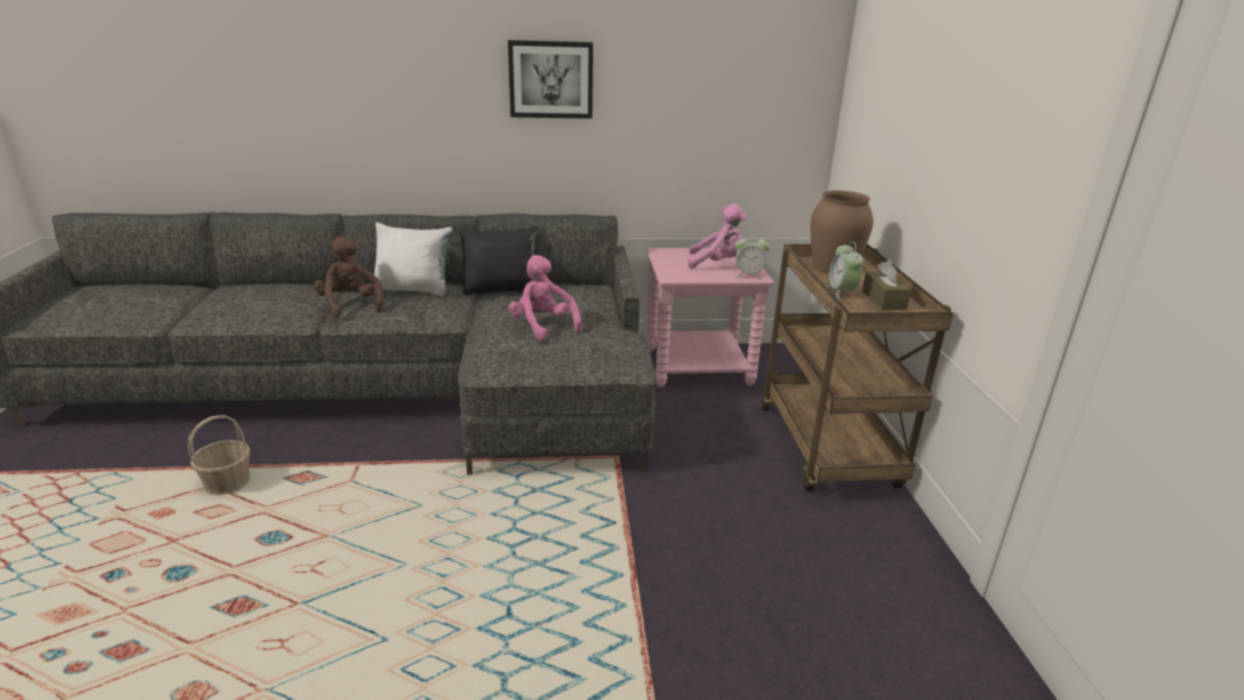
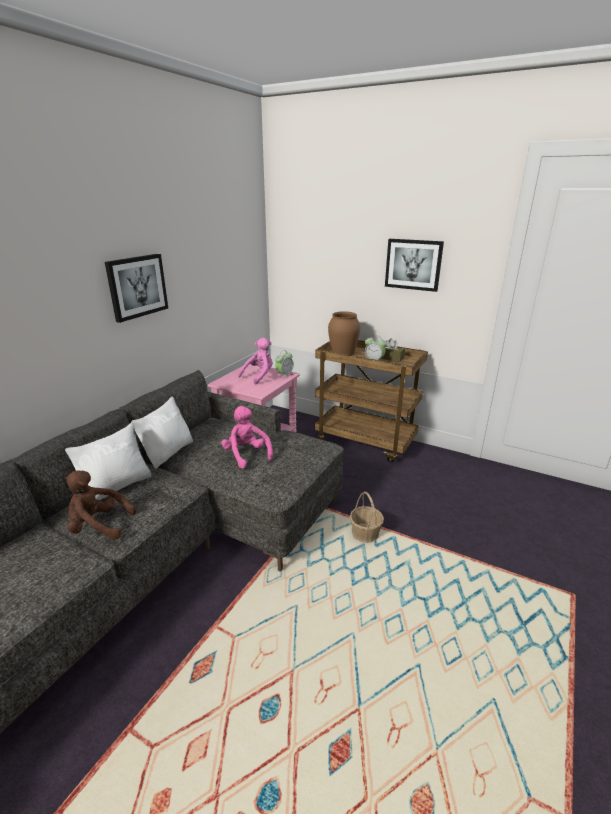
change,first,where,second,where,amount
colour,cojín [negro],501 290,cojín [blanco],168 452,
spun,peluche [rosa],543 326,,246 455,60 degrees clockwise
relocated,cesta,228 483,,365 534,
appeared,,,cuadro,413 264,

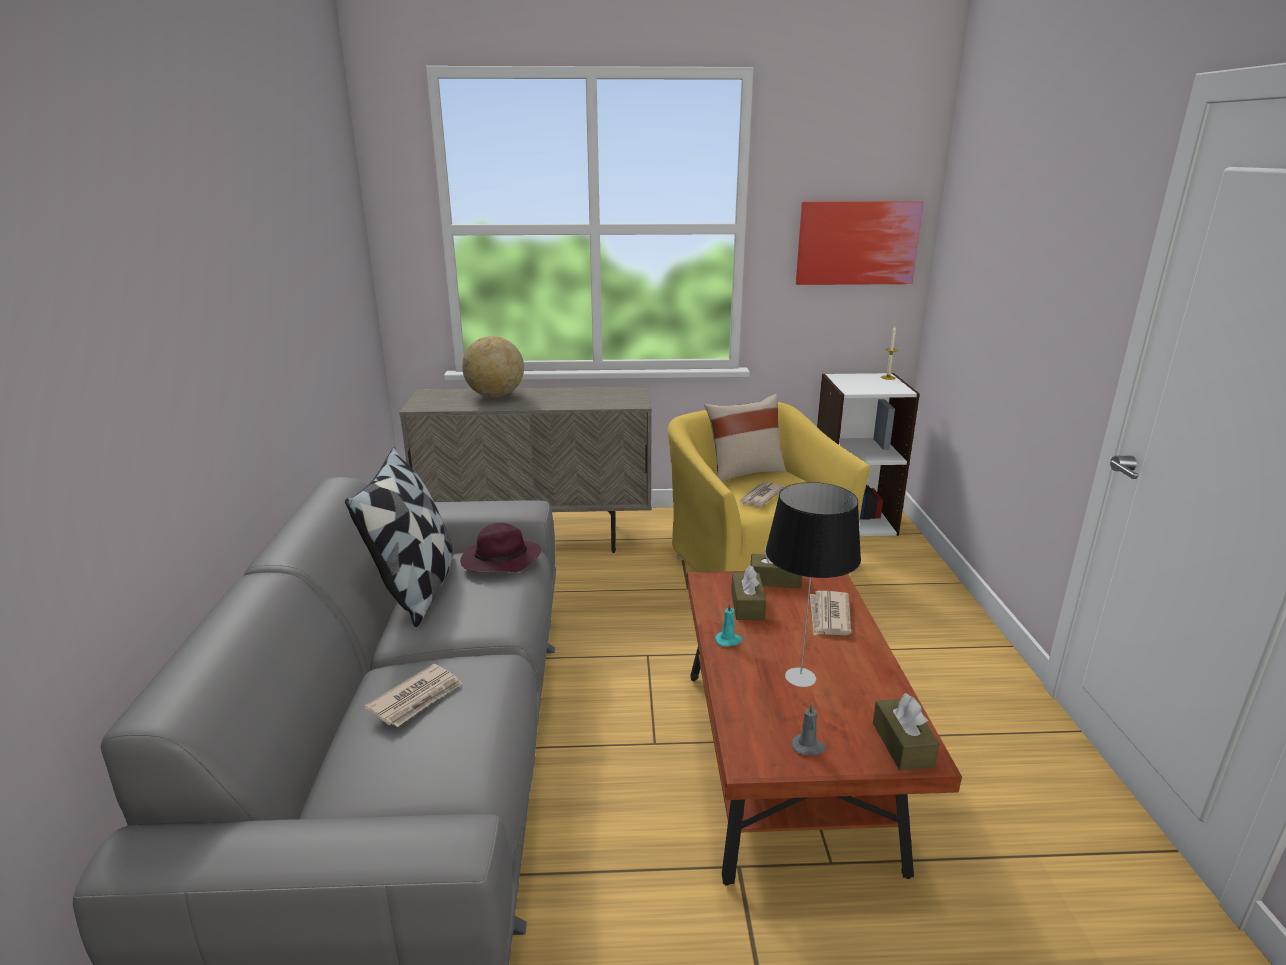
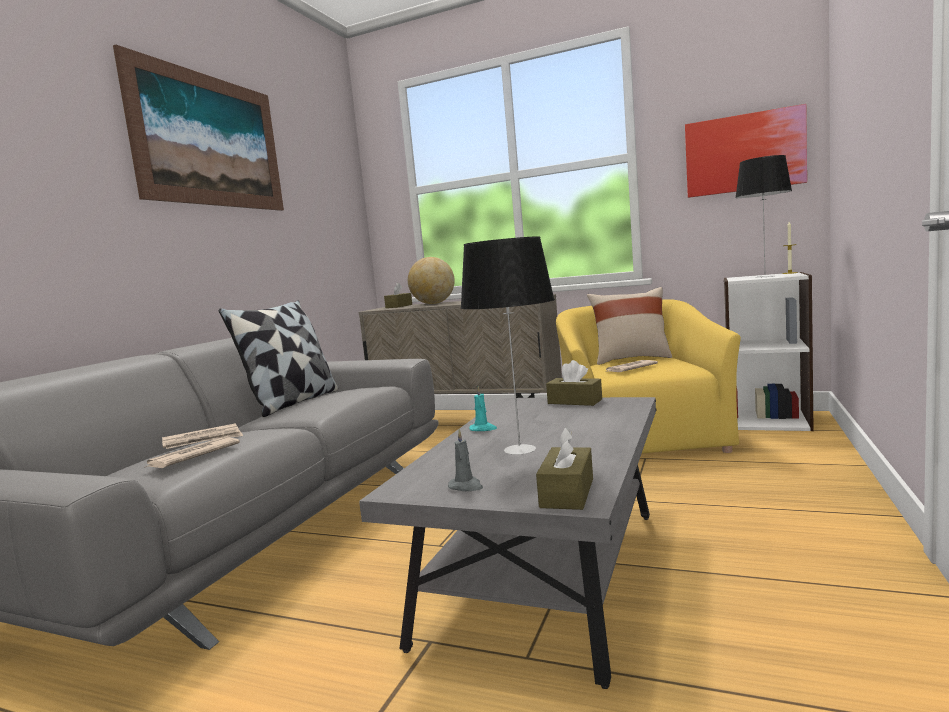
change,first,where,second,where,amount
missing,sombrero [morado],500 561,,,
relocated,caja de pañuelos [marrón],747 605,,399 306,
colour,mesa de centro [marrón],785 764,mesa de centro [gris],547 575,
relocated,periódico,829 616,,192 457,
appeared,,,cuadro,210 141,
appeared,,,lámpara de mesa,764 277,

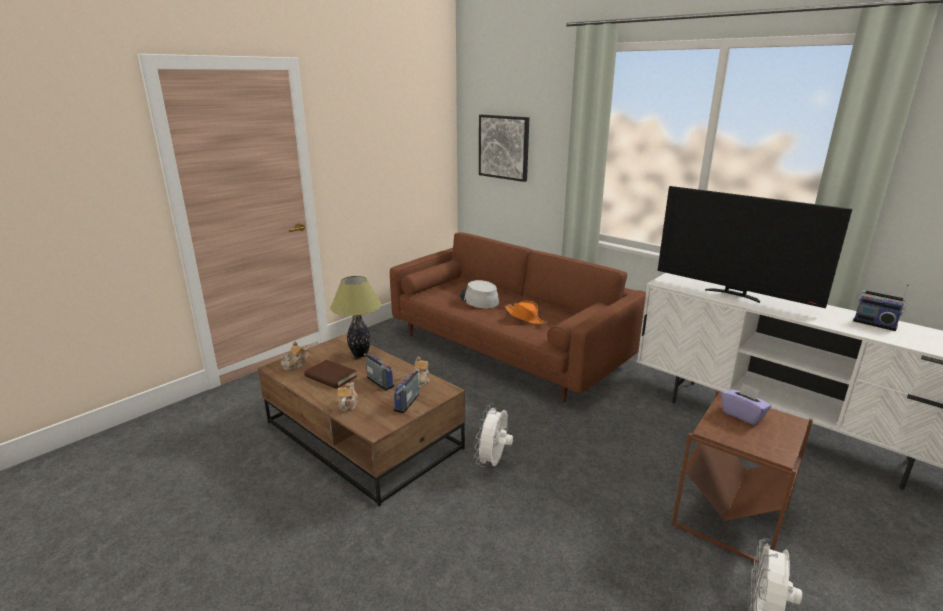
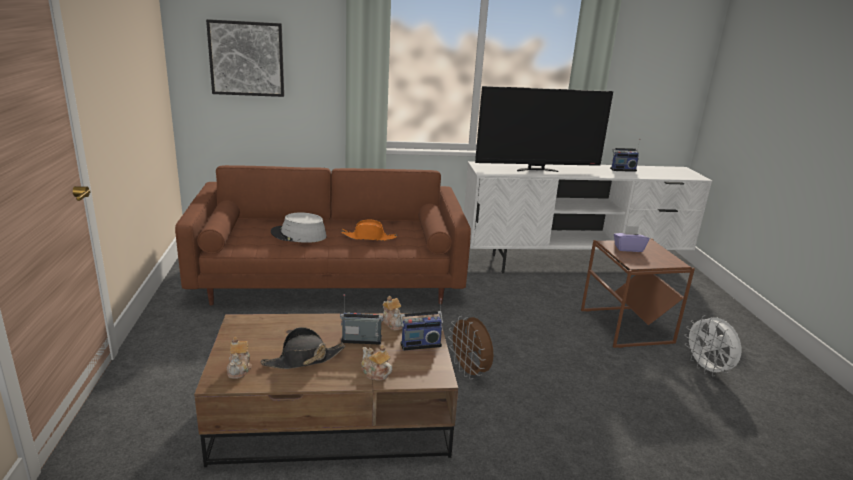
change,first,where,second,where,amount
missing,lámpara de mesa,360 354,,,
exchanged,libro [marrón],330 377,sombrero [negro],303 359,
spun,radio,408 403,,420 344,75 degrees counterclockwise
colour,ventilador [blanco],493 462,ventilador [marrón],470 372,

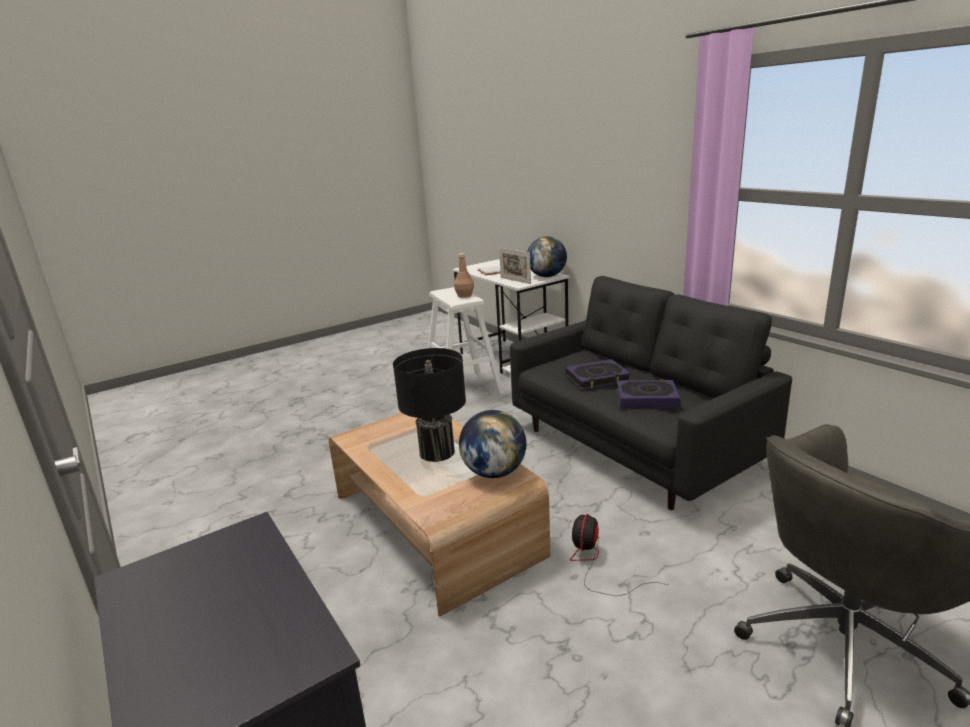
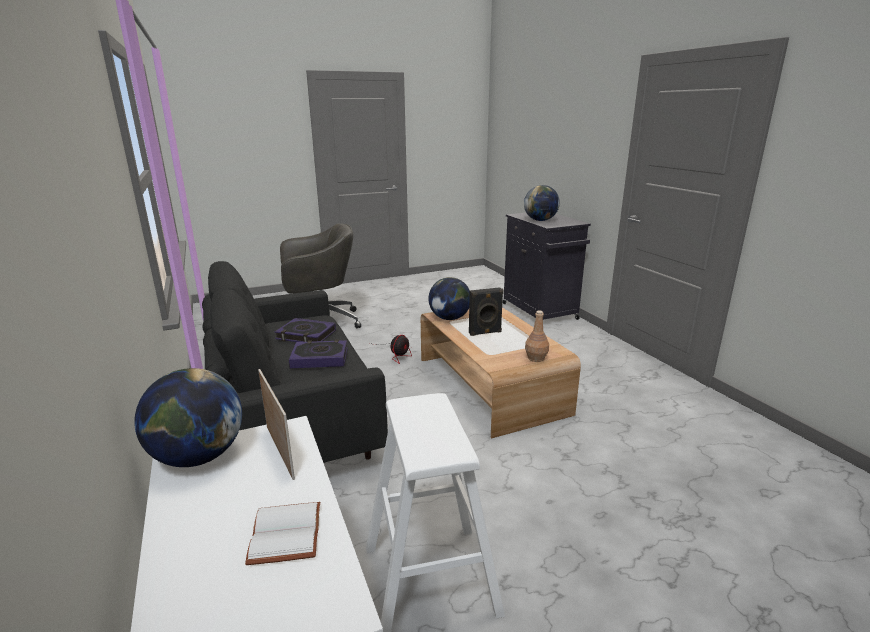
change,first,where,second,where,amount
relocated,botella [marrón],464 296,,536 358,
exchanged,lámpara de mesa [negro],437 452,altavoz [negro],485 333,
appeared,,,globo terráqueo,540 220,

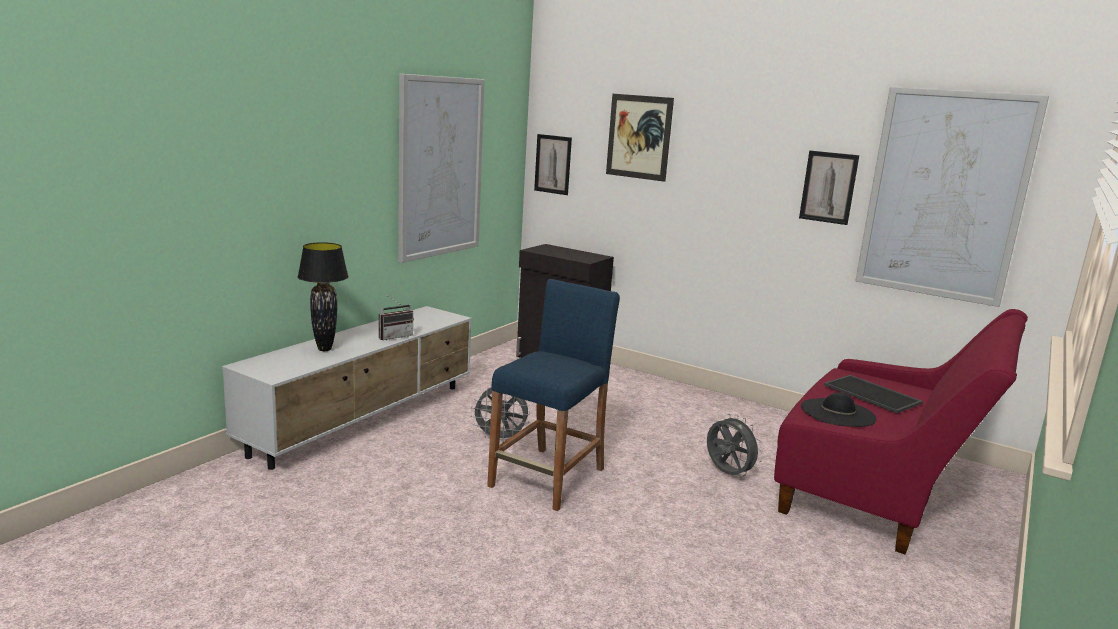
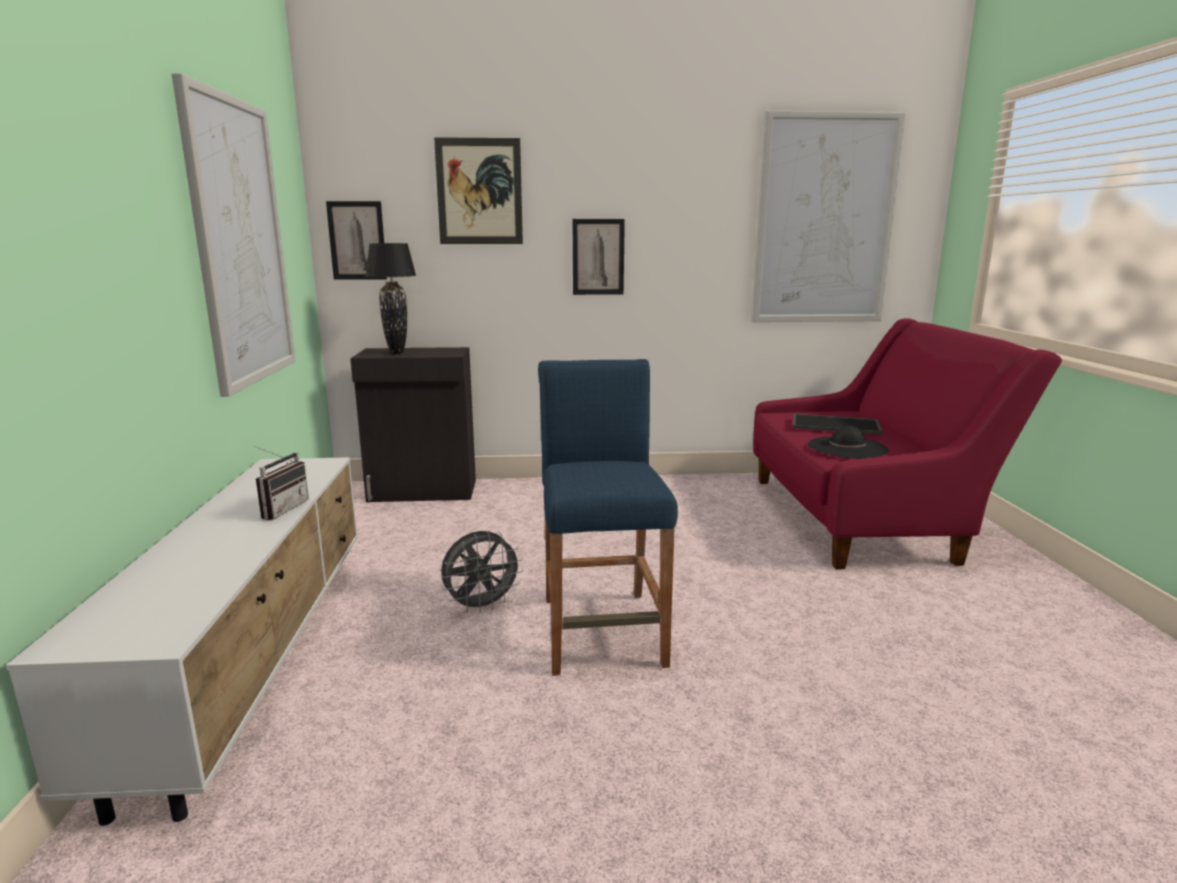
change,first,where,second,where,amount
relocated,cuadro,828 187,,598 257,
relocated,lámpara de mesa [negro],324 349,,396 353,
missing,ventilador [gris],727 474,,,

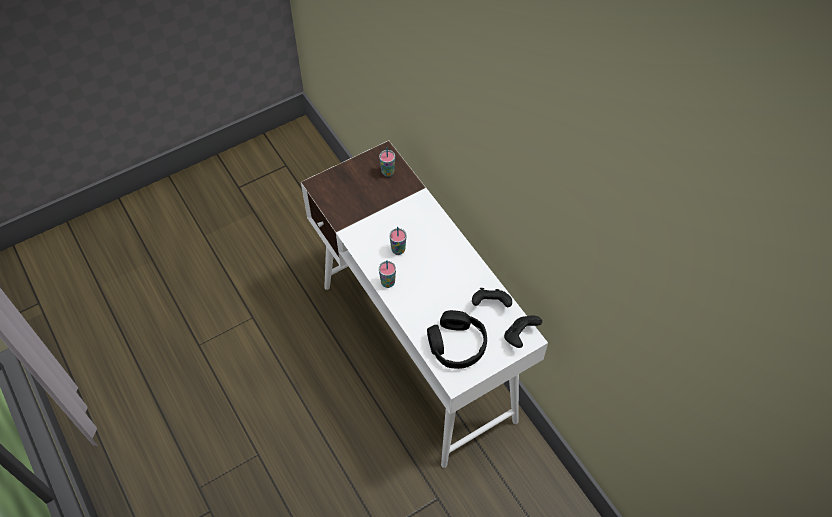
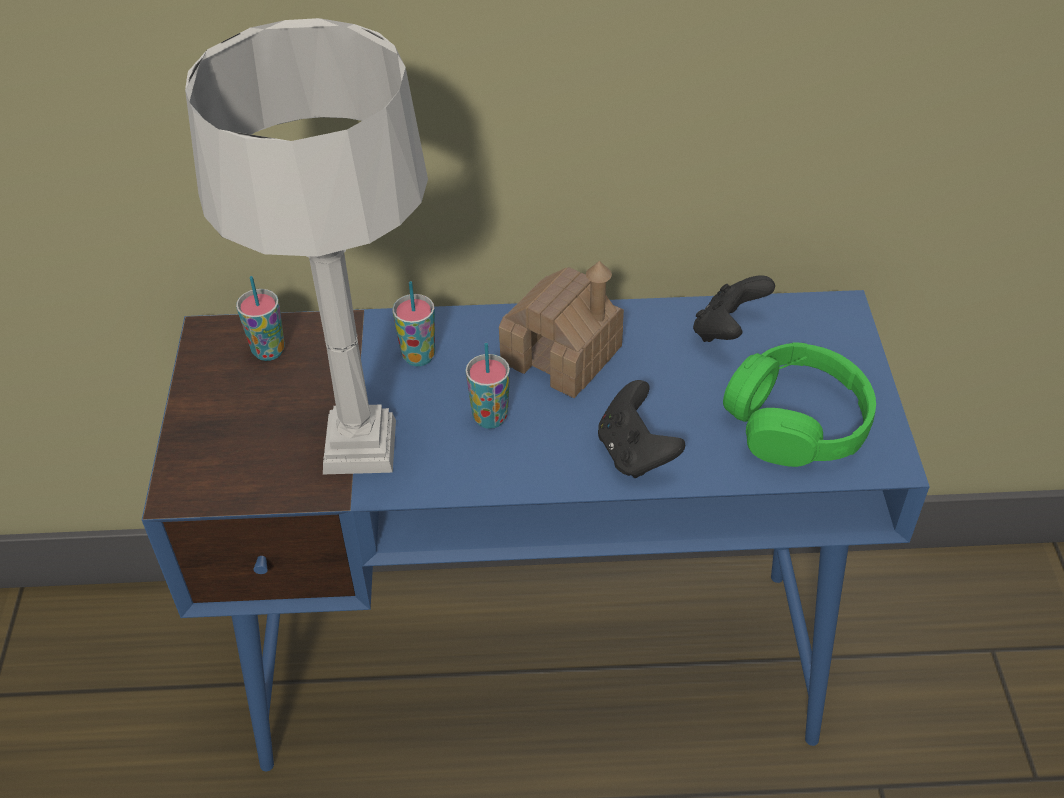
change,first,where,second,where,amount
colour,escritorio [blanco],417 352,escritorio [azul],539 665,
relocated,taza,388 283,,418 356,
colour,auriculares [negro],456 344,auriculares [verde],796 421,
relocated,mando de consola [negro],519 336,,635 453,
appeared,,,lámpara de mesa [gris],360 445,
appeared,,,casita,562 355,

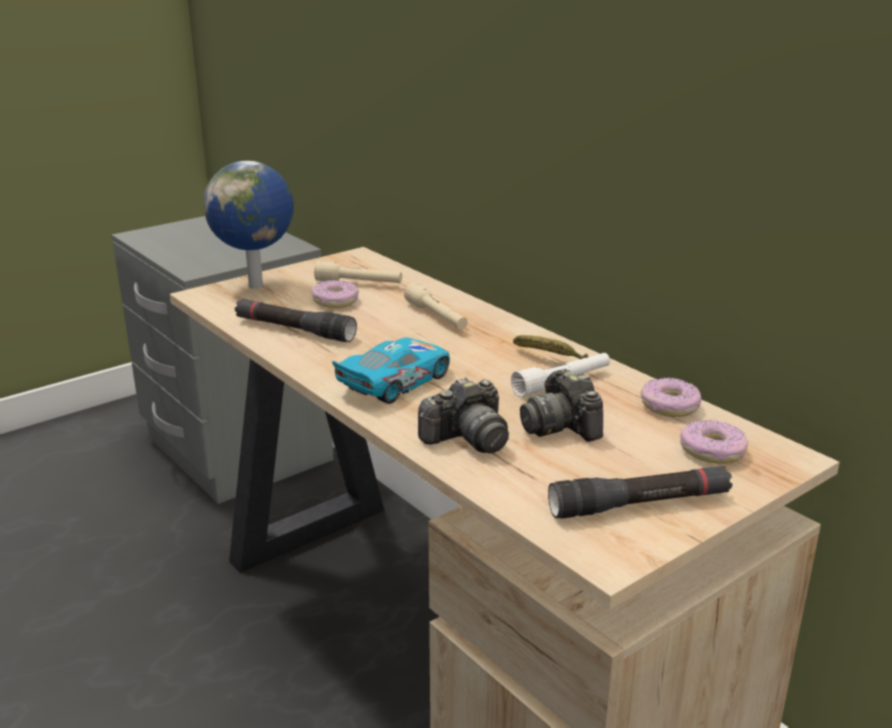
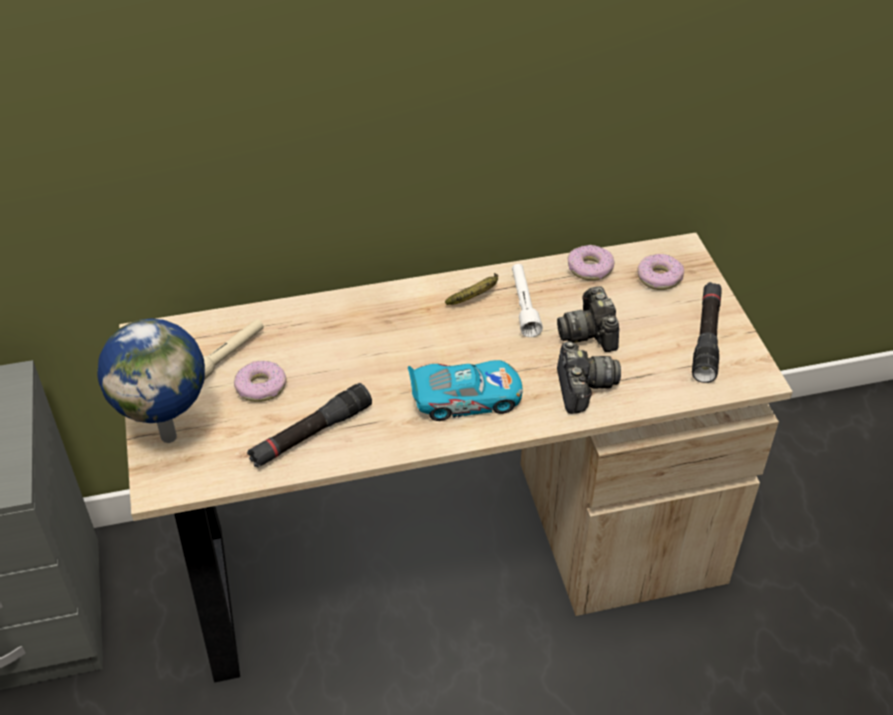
change,first,where,second,where,amount
missing,linterna [beis],437 317,,,
spun,coche de juguete,395 382,,465 398,105 degrees clockwise
spun,cámara,561 426,,589 333,75 degrees clockwise

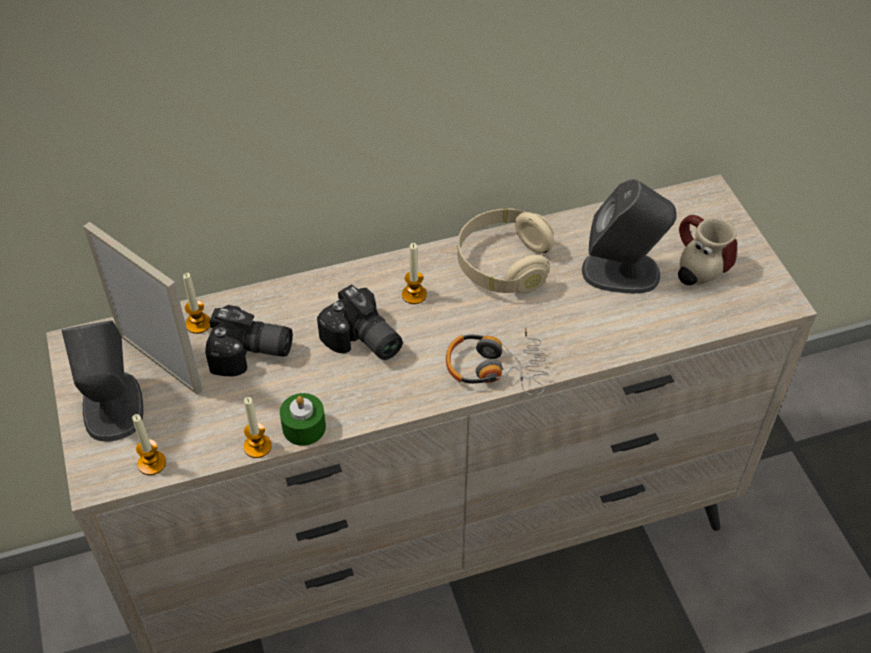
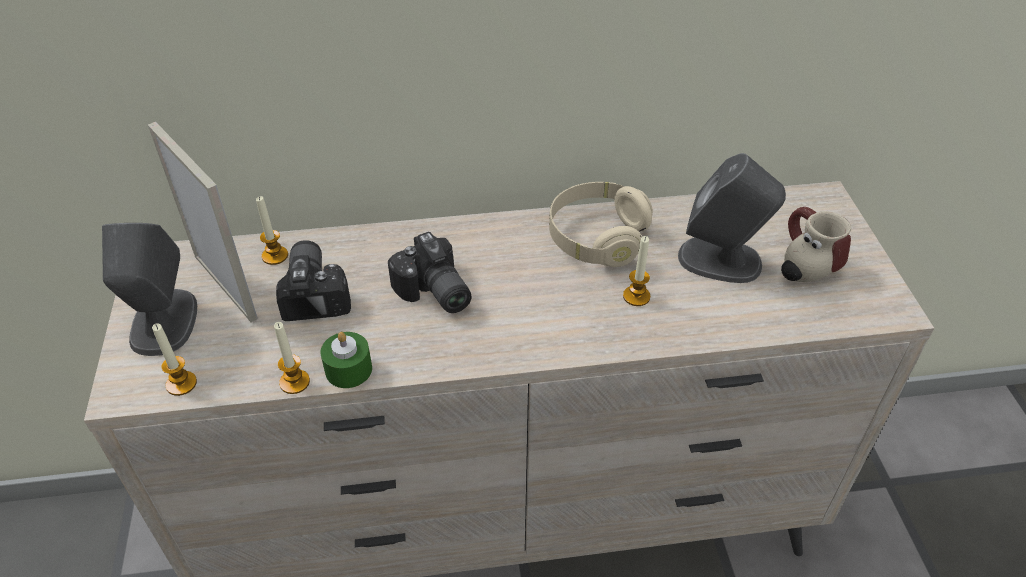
change,first,where,second,where,amount
relocated,vela,414 295,,636 296,
spun,cámara,251 354,,317 291,120 degrees counterclockwise
missing,auriculares,495 368,,,

